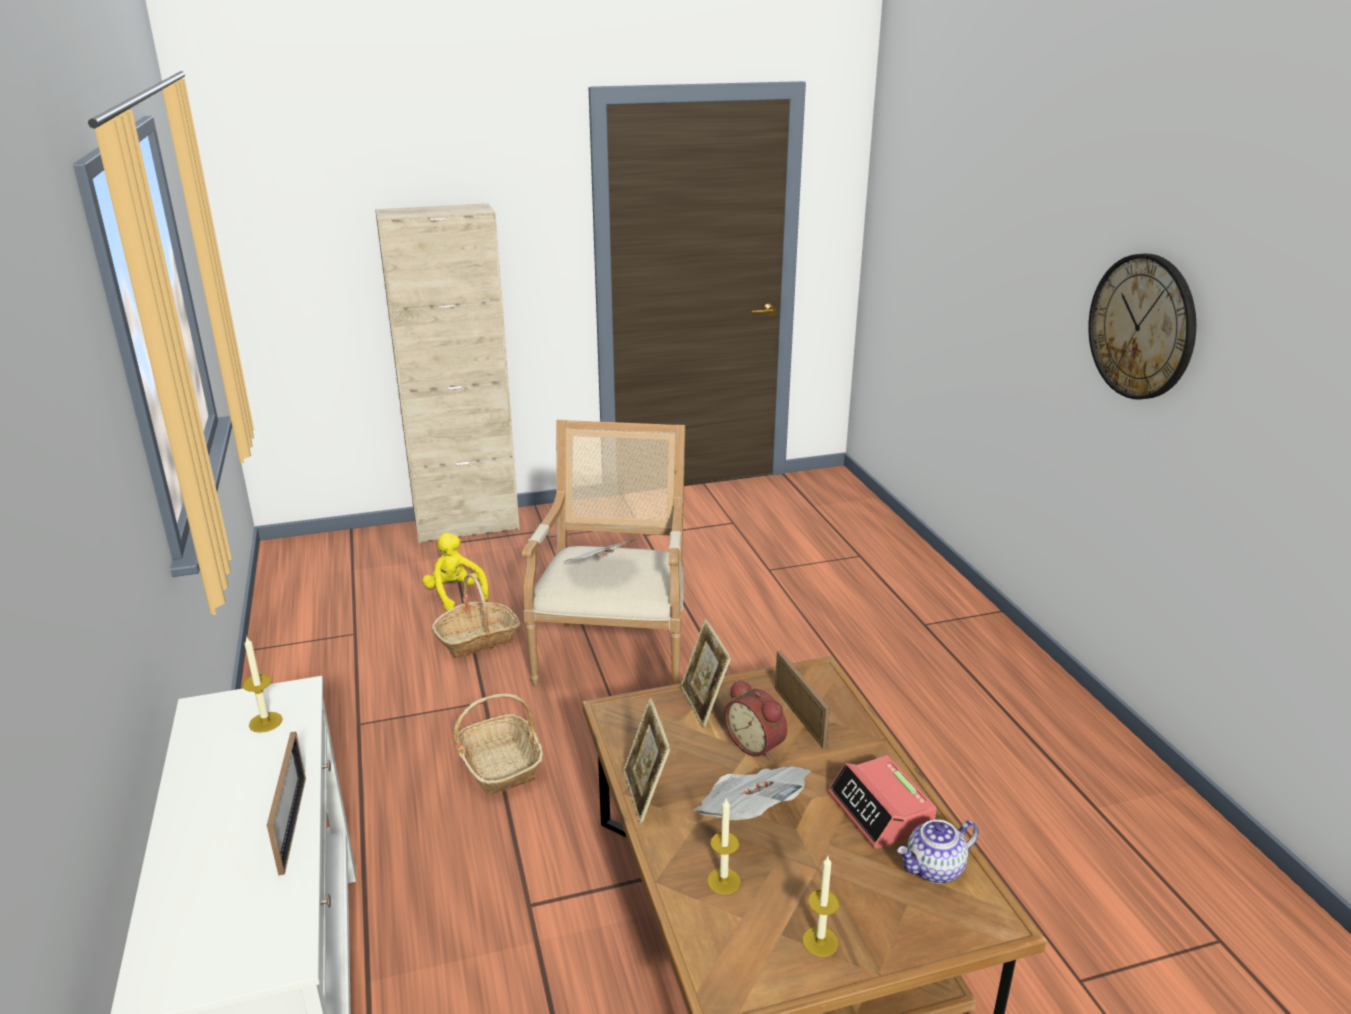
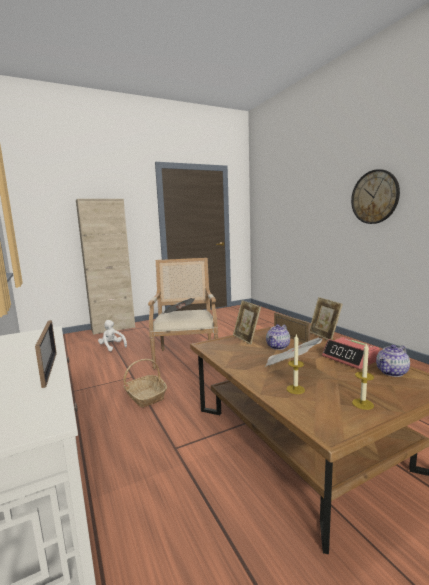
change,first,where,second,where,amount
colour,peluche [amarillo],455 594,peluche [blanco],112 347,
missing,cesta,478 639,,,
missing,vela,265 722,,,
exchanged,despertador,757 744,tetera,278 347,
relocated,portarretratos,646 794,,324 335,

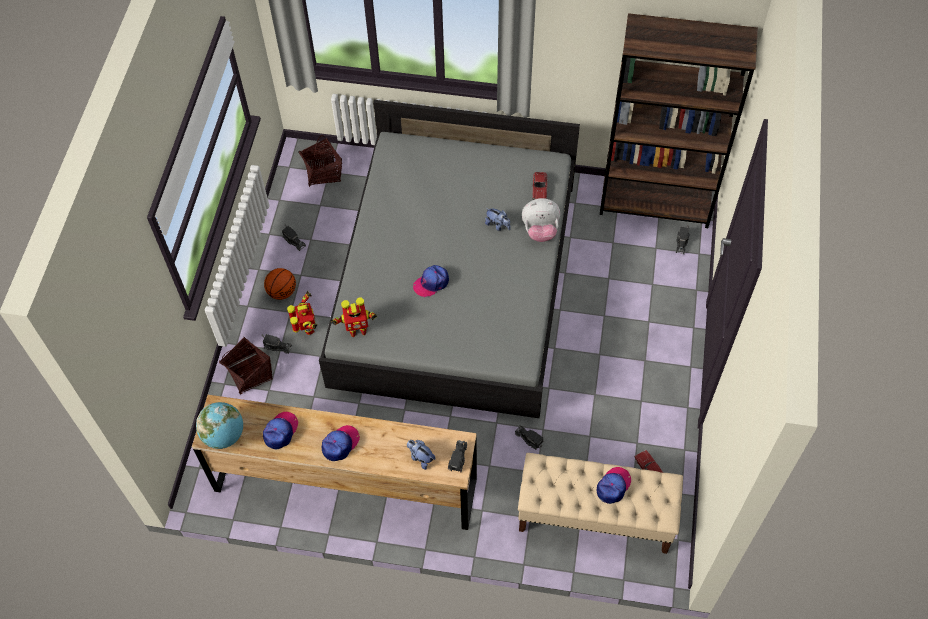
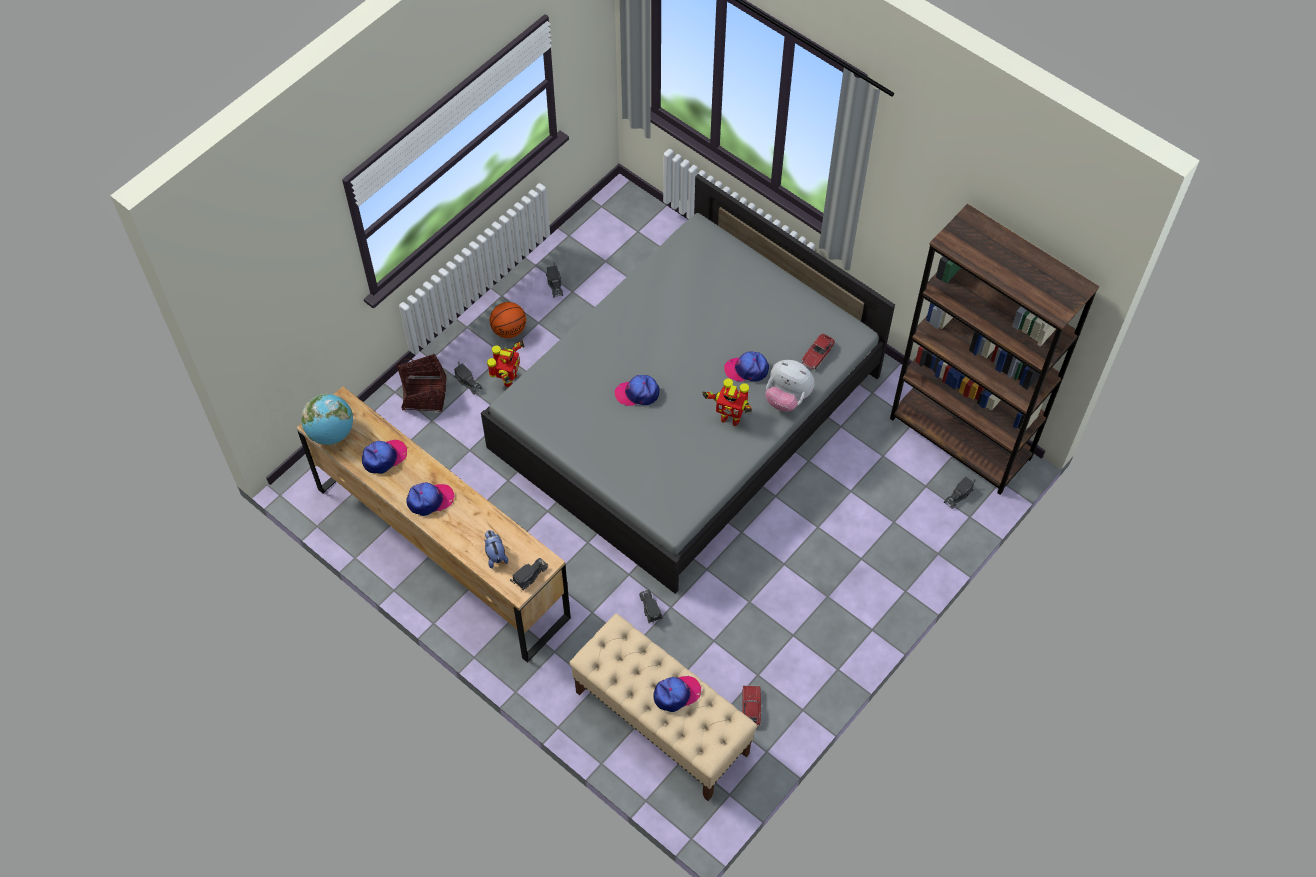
change,first,where,second,where,amount
missing,cesta,323 172,,,
exchanged,peluche,497 225,gorra,747 369,
relocated,robot de juguete,357 330,,730 417,

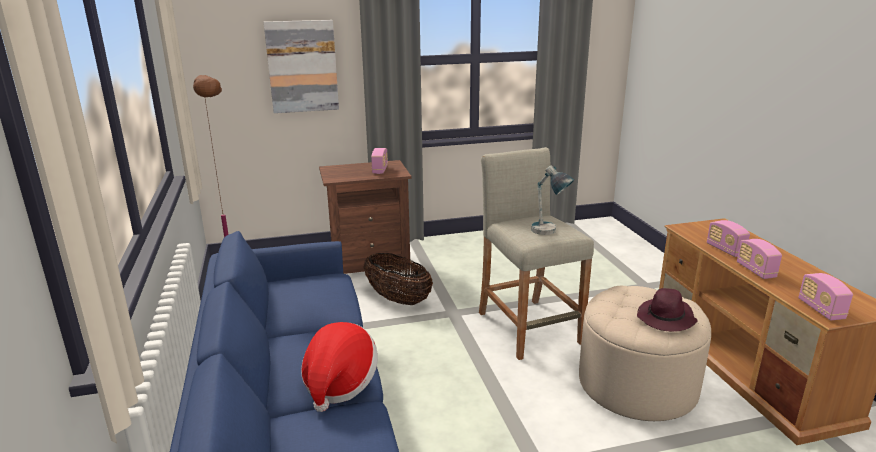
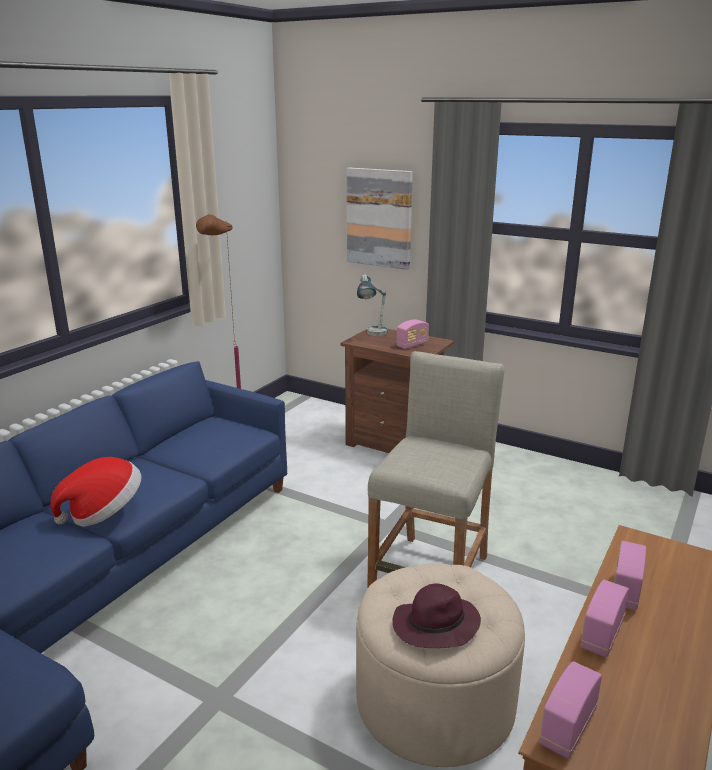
change,first,where,second,where,amount
relocated,lámpara de mesa,548 234,,373 335,
missing,cesta,398 299,,,

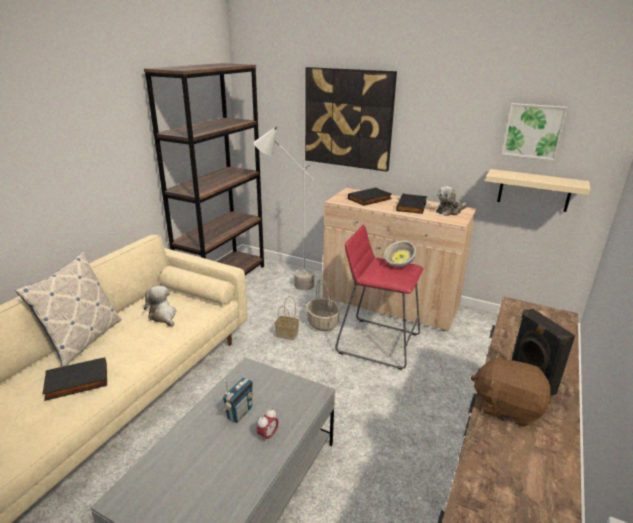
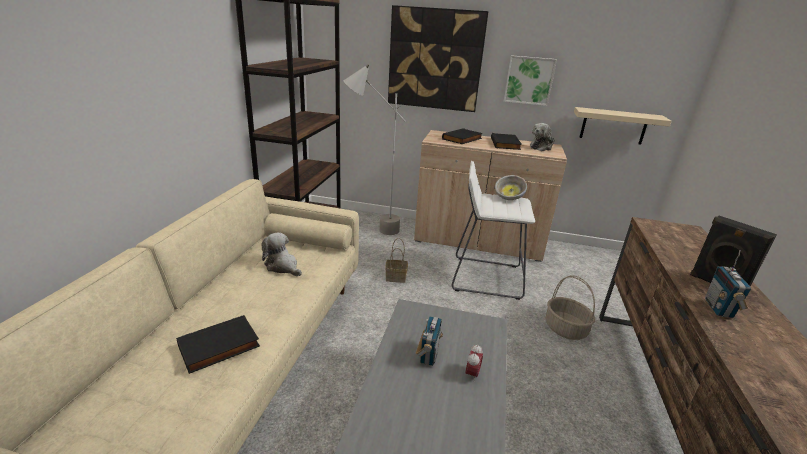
change,first,where,second,where,amount
relocated,cuadro,533 131,,529 80,
colour,taburete [rojo],378 343,taburete [blanco],486 277,
missing,cojín,83 340,,,
relocated,cesta,323 323,,566 329,
exchanged,peluche [marrón],507 406,radio,719 308,

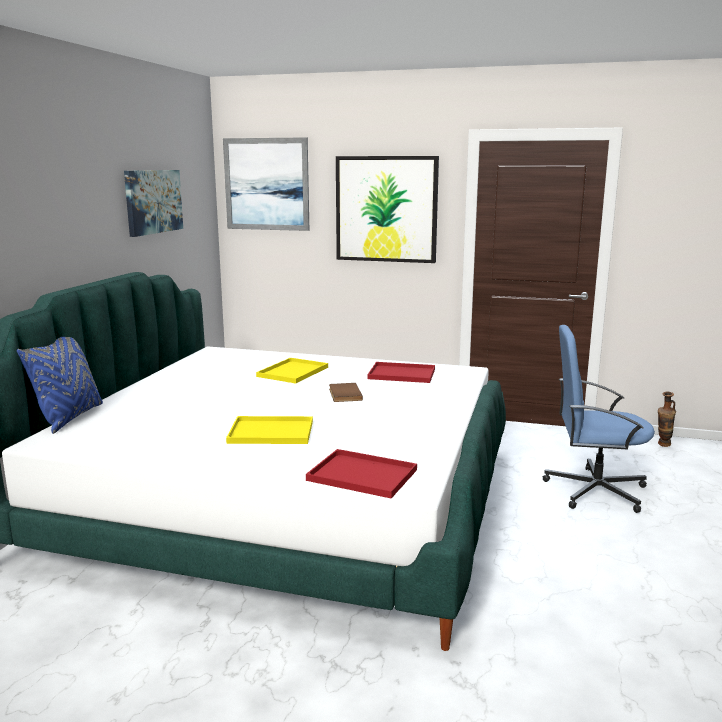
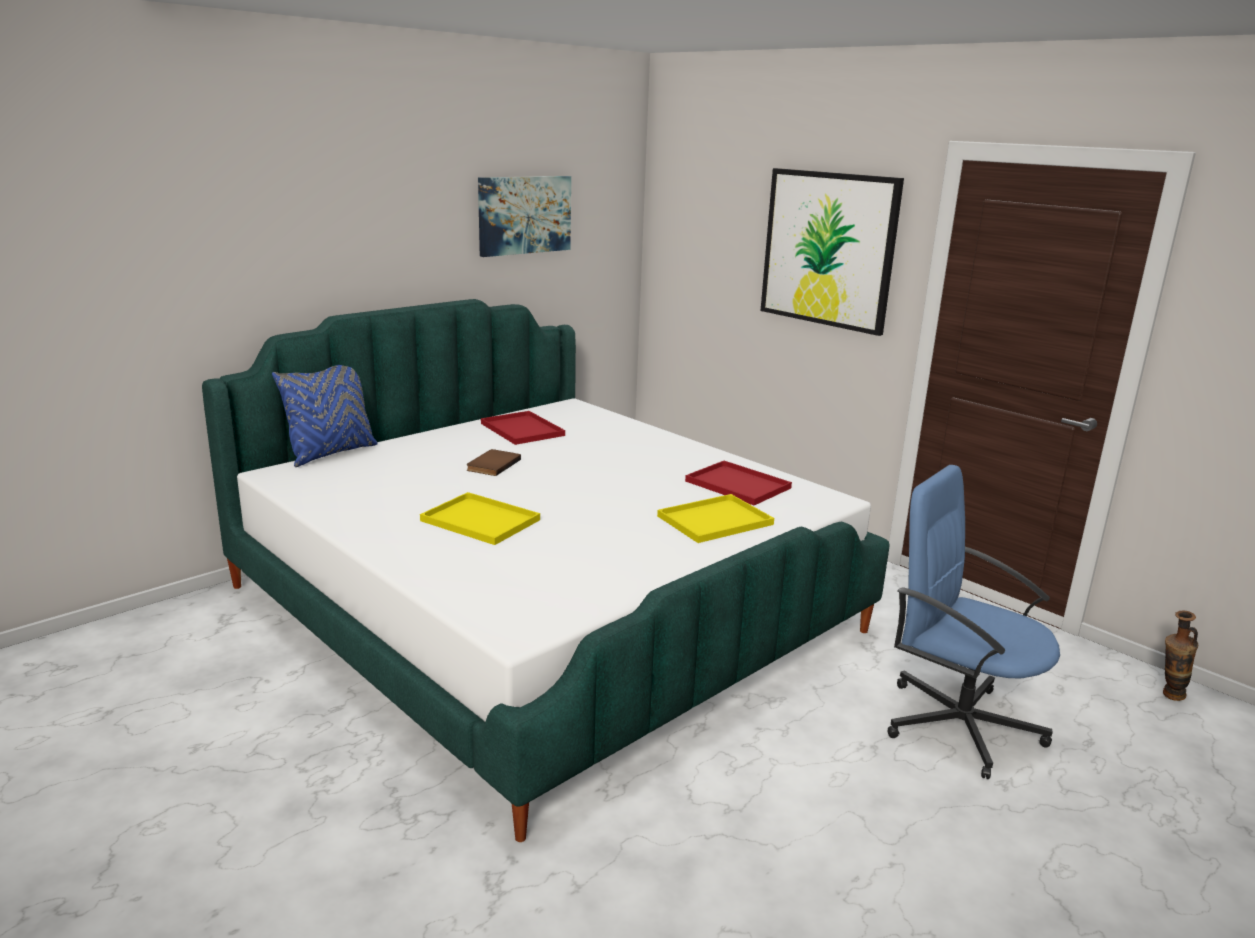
change,first,where,second,where,amount
missing,cuadro,266 184,,,
relocated,bandeja [amarillo],293 371,,716 519,
relocated,libro [marrón],343 394,,492 464,
relocated,bandeja [rojo],360 475,,520 429,

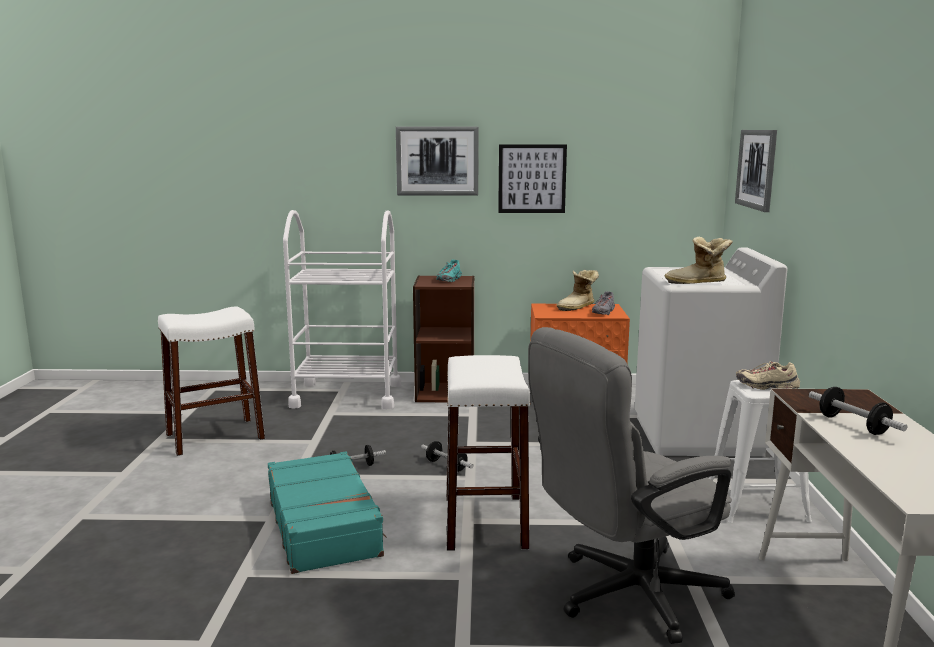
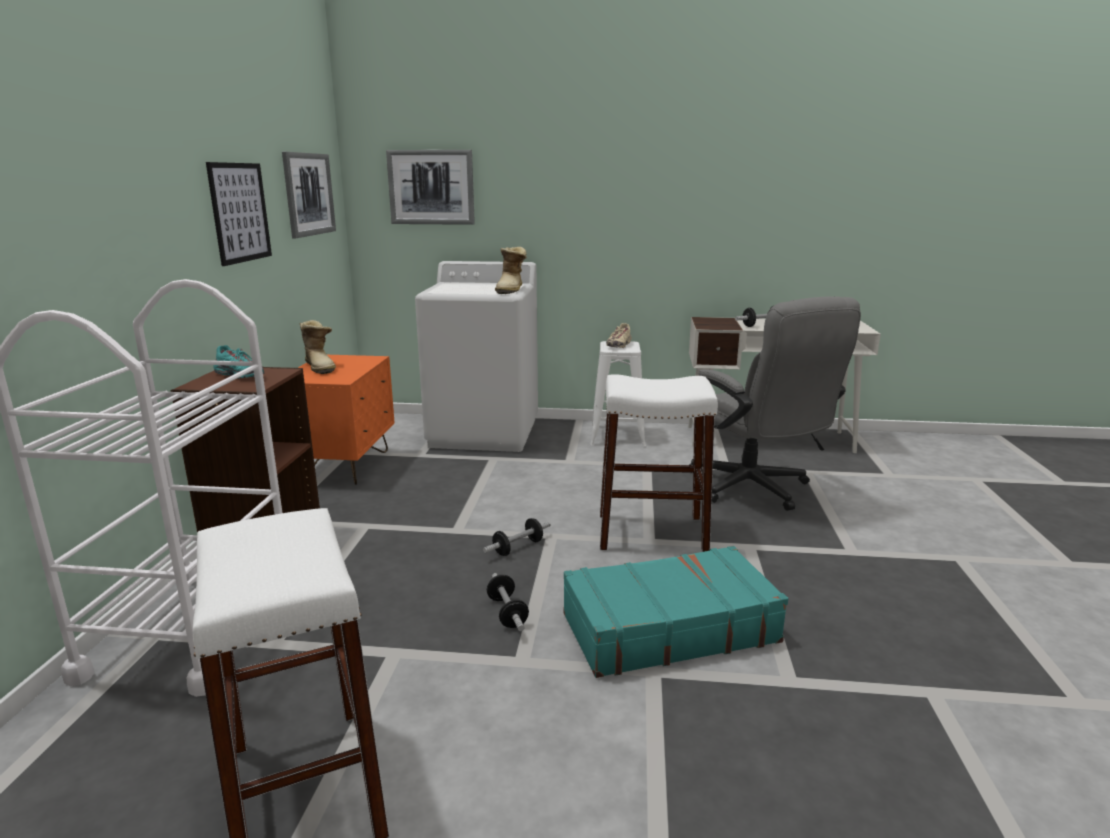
change,first,where,second,where,amount
relocated,cuadro,437 161,,309 194,
missing,zapato [gris],603 312,,,

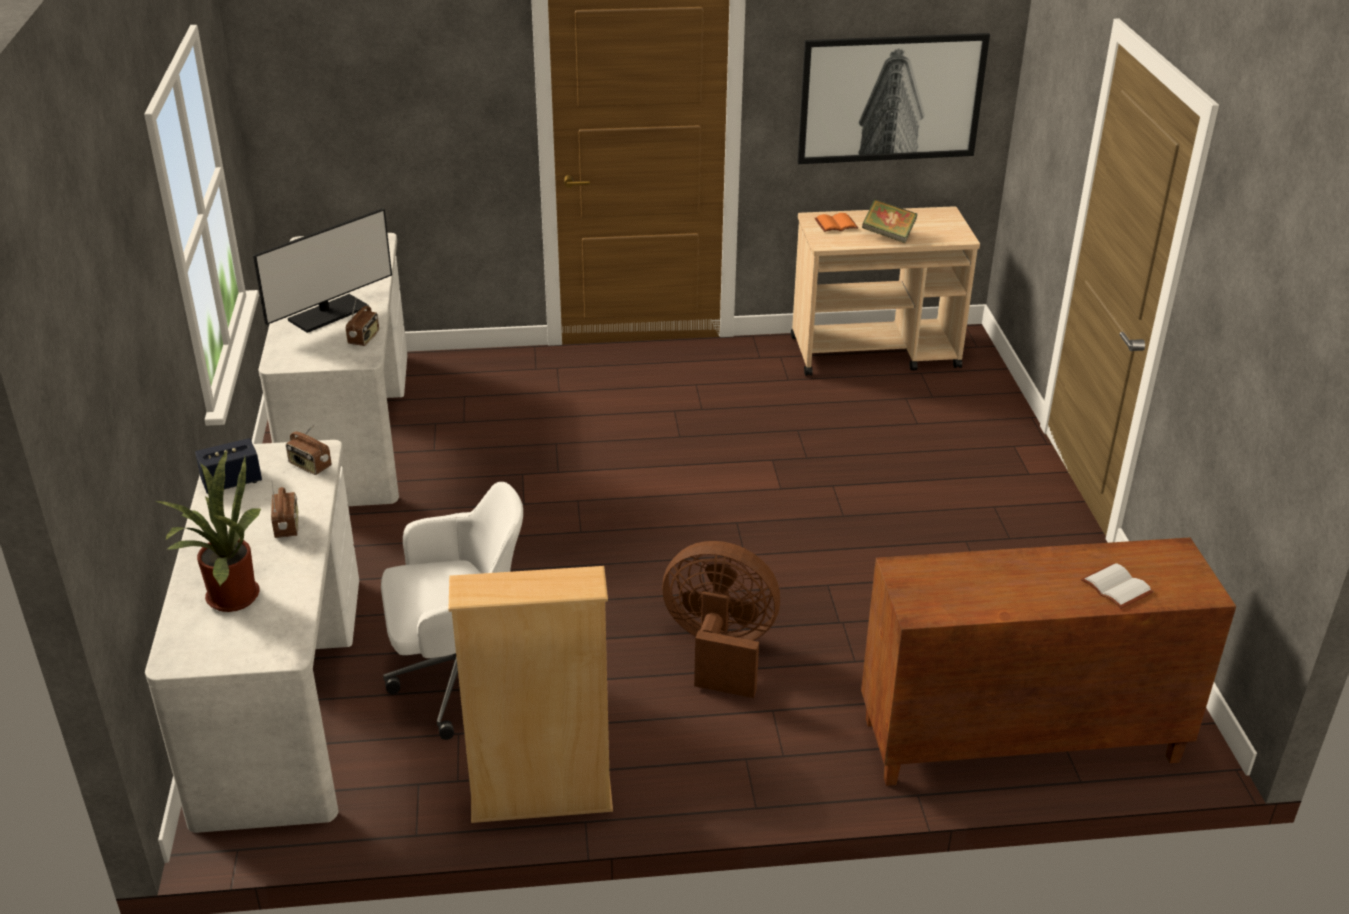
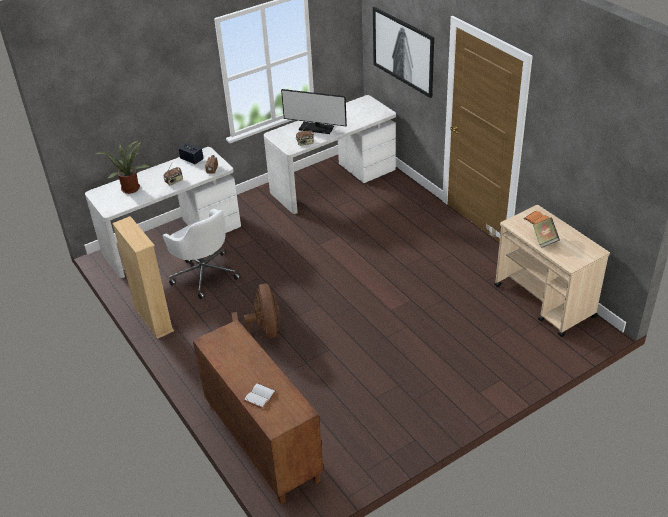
change,first,where,second,where,amount
relocated,cuadro,890 98,,404 51,

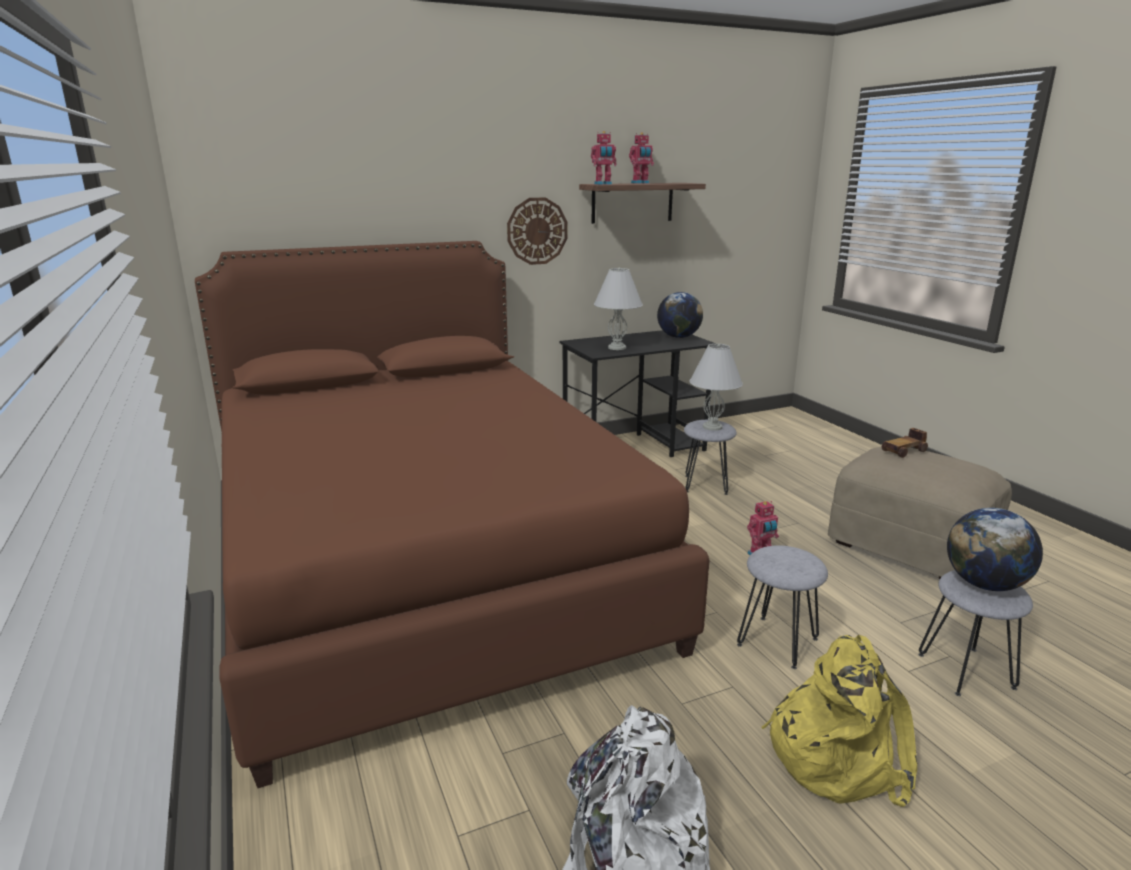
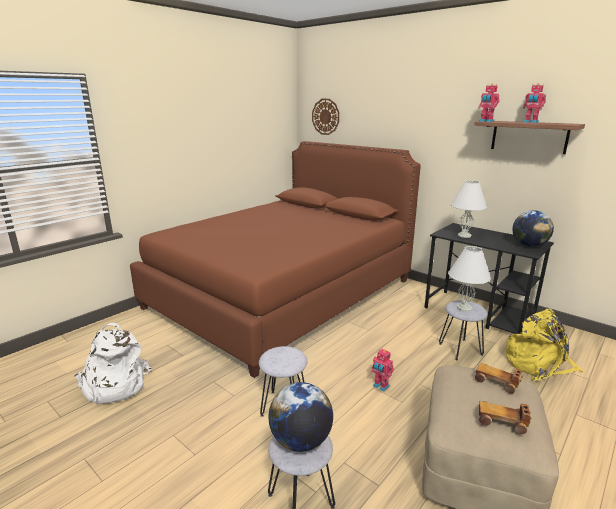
change,first,where,second,where,amount
relocated,reloj de pared,537 231,,325 116,
relocated,mochila [amarillo],836 753,,538 364,
appeared,,,coche de juguete,502 421,

